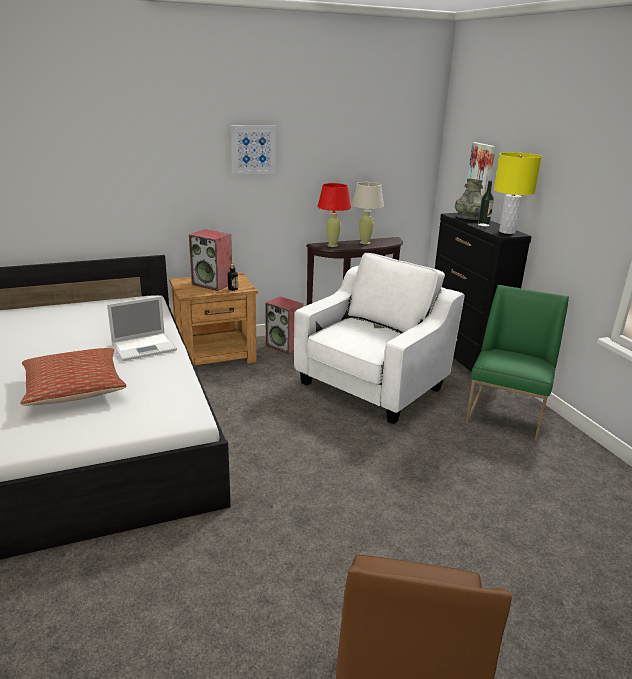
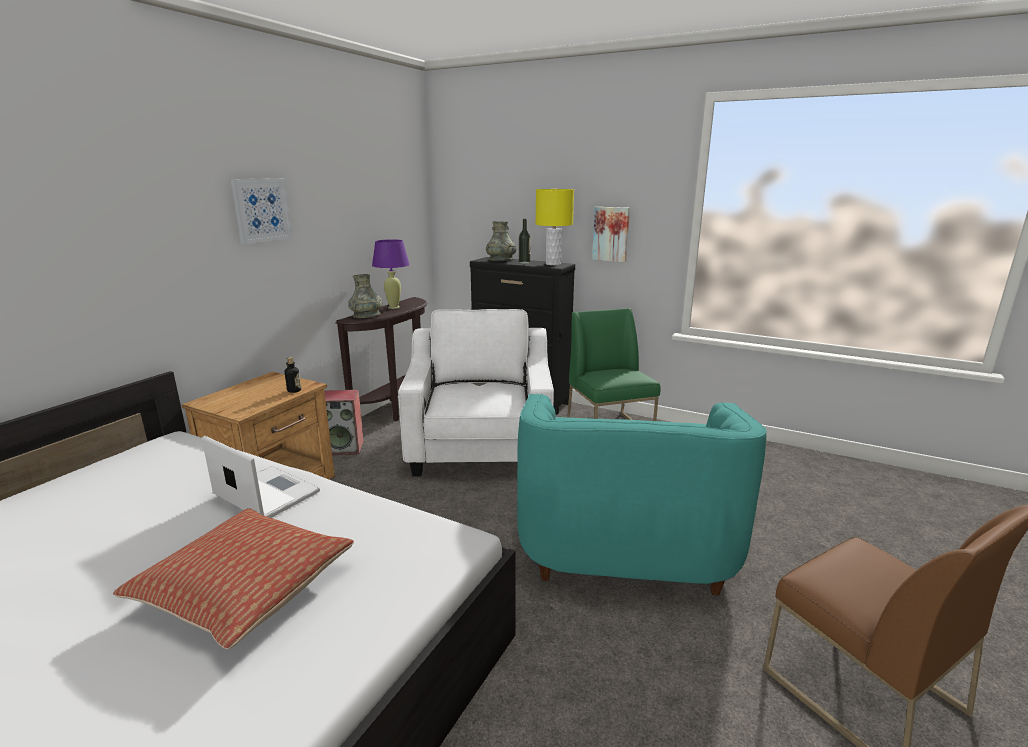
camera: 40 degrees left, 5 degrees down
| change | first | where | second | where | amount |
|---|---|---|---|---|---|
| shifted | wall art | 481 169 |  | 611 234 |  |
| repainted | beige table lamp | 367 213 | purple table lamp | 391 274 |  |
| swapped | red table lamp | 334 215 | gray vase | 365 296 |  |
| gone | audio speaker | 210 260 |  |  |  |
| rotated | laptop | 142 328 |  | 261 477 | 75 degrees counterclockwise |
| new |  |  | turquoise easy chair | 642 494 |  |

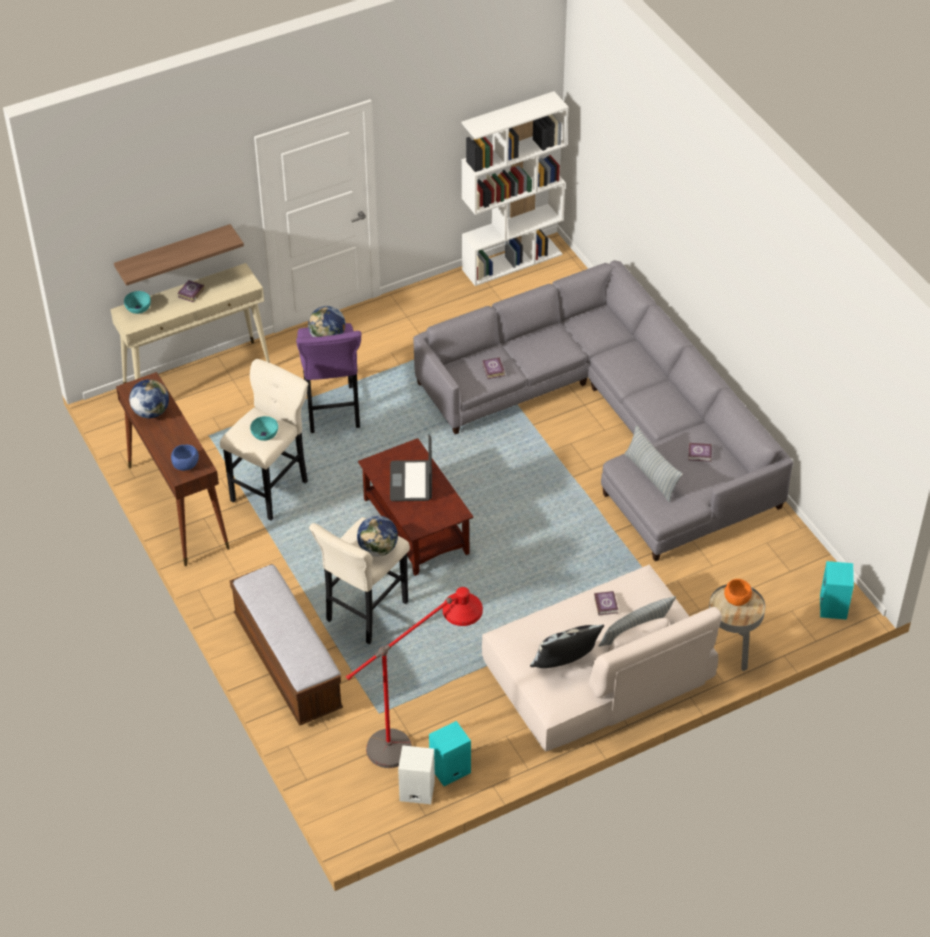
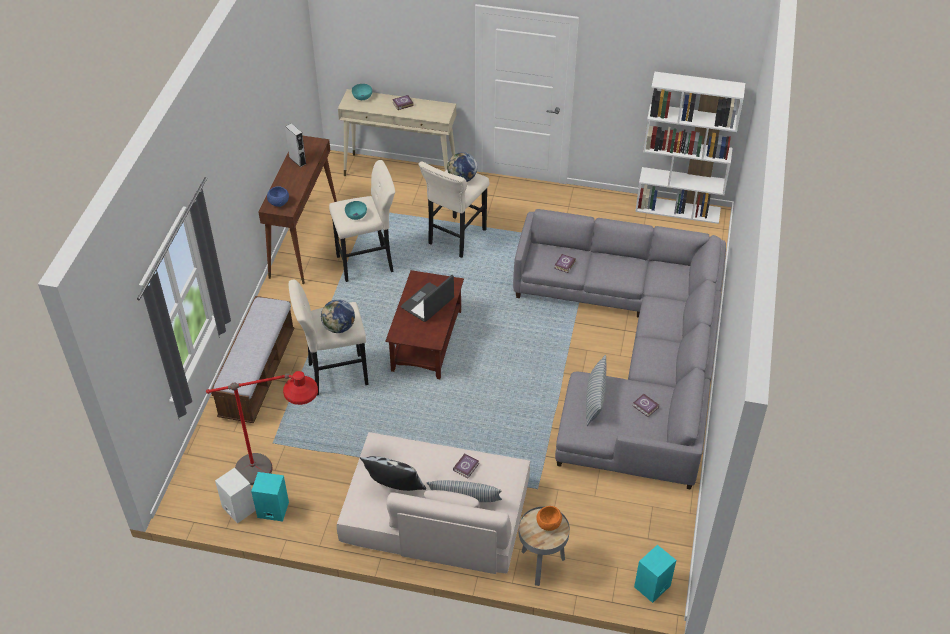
camera: 40 degrees right, 0 degrees up
| change | first | where | second | where | amount |
|---|---|---|---|---|---|
| gone | bracket shelf | 179 255 |  |  |  |
| repainted | purple stool | 328 378 | beige stool | 453 209 |  |
| swapped | globe | 149 398 | gray audio speaker | 295 145 |  |

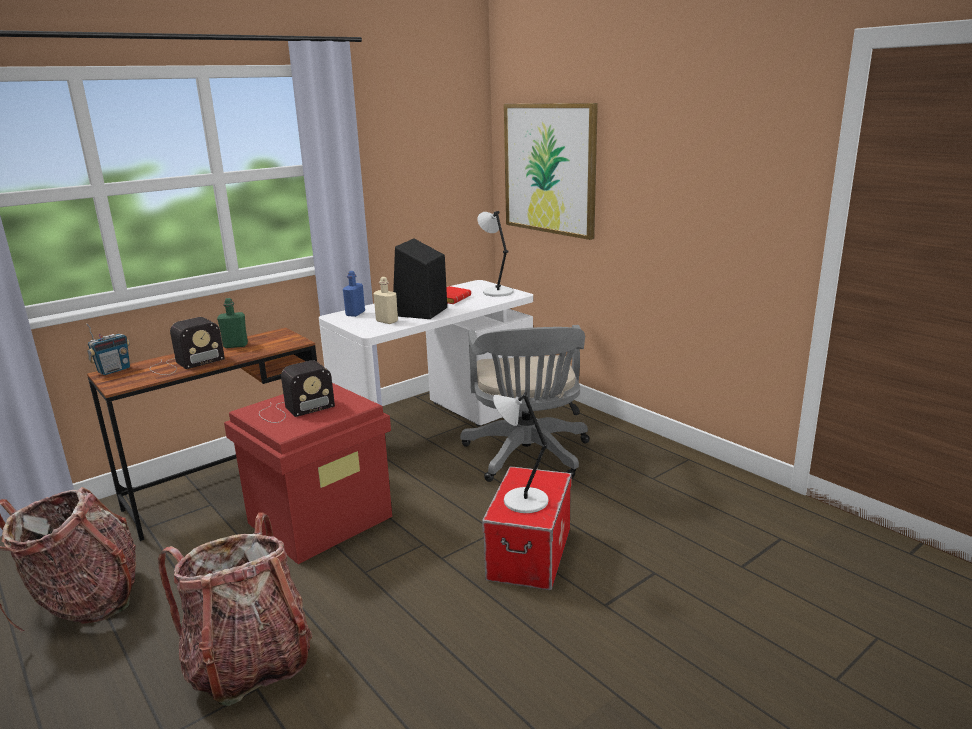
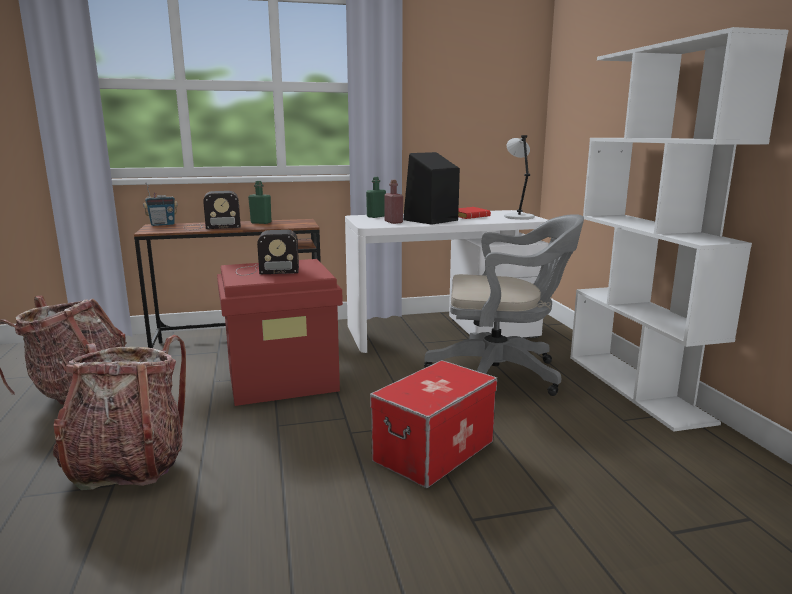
camera: 25 degrees right, 5 degrees down
| change | first | where | second | where | amount |
|---|---|---|---|---|---|
| gone | wall art | 551 171 |  |  |  |
| repainted | blue-coloured drink bottle | 354 294 | green-coloured drink bottle | 376 197 |  |
| repainted | beige drink bottle | 385 300 | red drink bottle | 393 202 |  |
| rotated | gray computer chair | 525 403 |  | 504 305 | 105 degrees counterclockwise |
| gone | gray table lamp | 520 452 |  |  |  |
| new |  |  | whitish shelving unit | 679 229 |  |

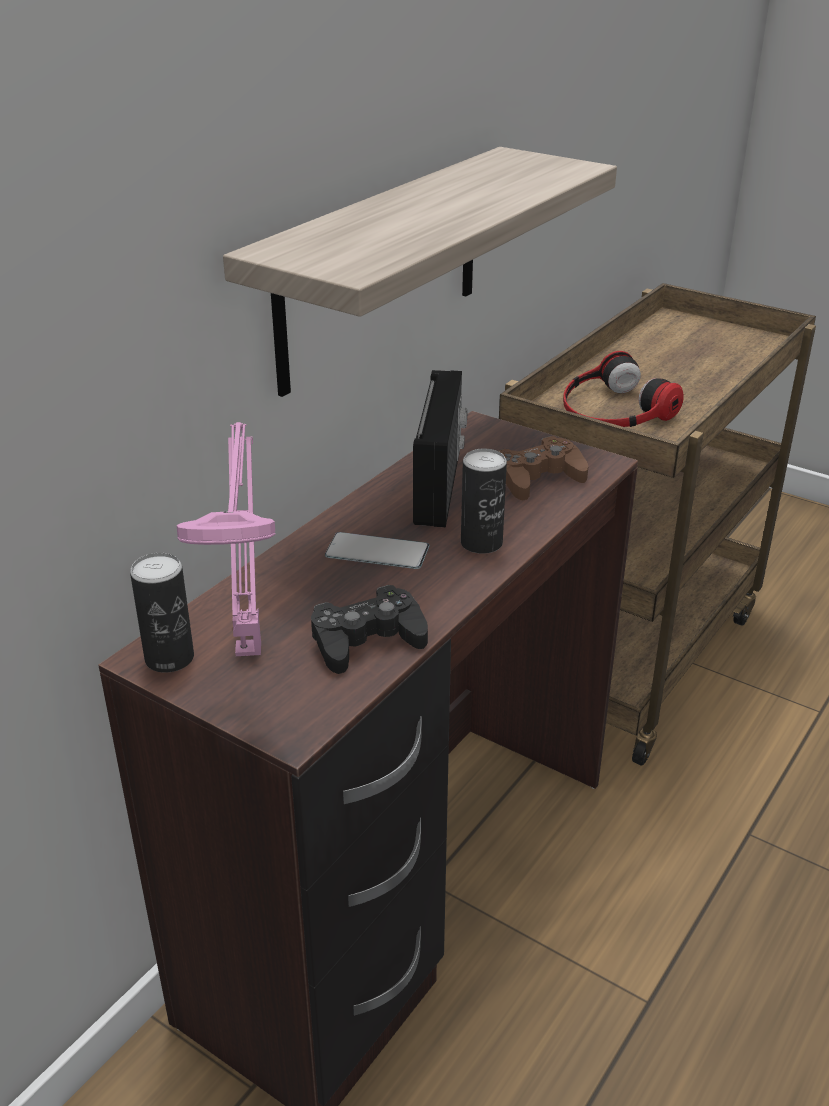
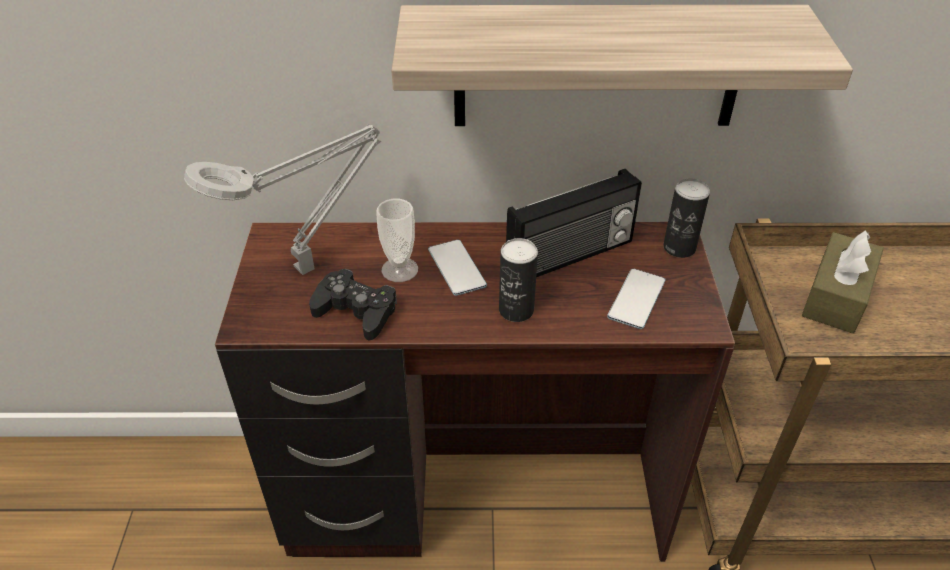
camera: 55 degrees right, 10 degrees up
| change | first | where | second | where | amount |
|---|---|---|---|---|---|
| swapped | headset | 623 389 | brown box of tissues | 843 282 |  |
| repainted | pinkish table lamp | 226 539 | gray table lamp | 282 199 |  |
| swapped | brown joypad | 542 468 | telephone | 636 299 |  |
| shifted | metal can | 162 613 |  | 686 218 |  |
| new |  |  | cup | 397 240 |  |

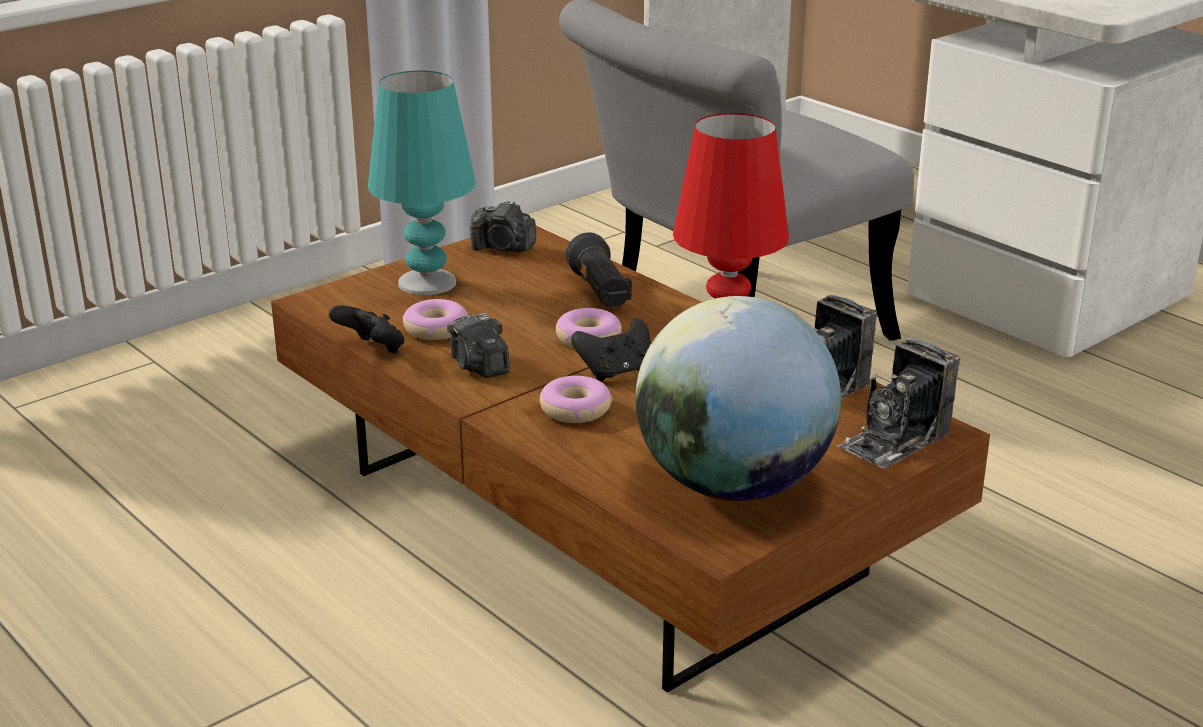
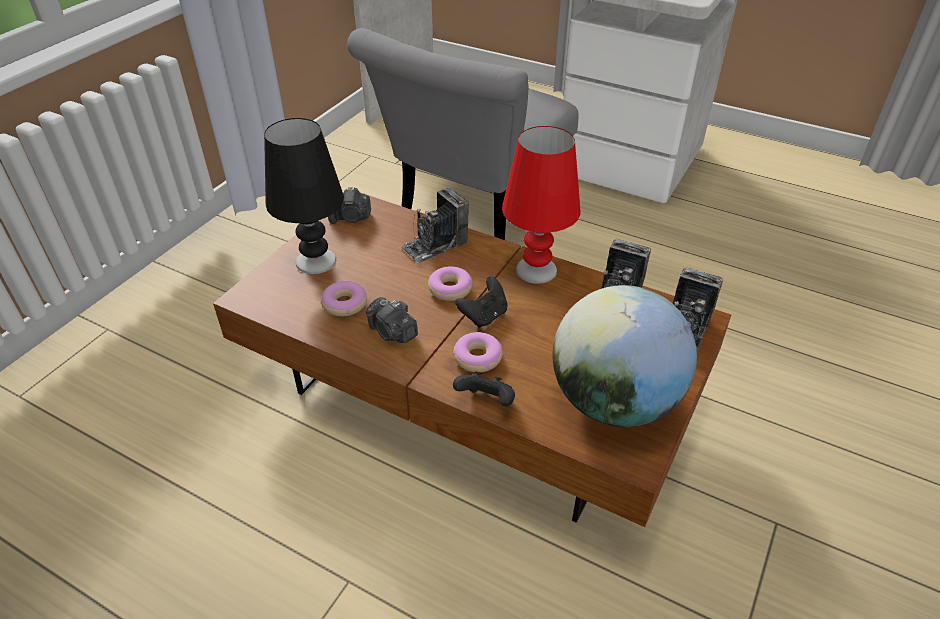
camera: 20 degrees left, 15 degrees up
| change | first | where | second | where | amount |
|---|---|---|---|---|---|
| repainted | turquoise table lamp | 422 183 | blackish table lamp | 304 196 |  |
| swapped | blackish hand torch | 599 270 | photo camera | 434 225 |  |
| shifted | blackish joypad | 366 329 |  | 484 388 |  |

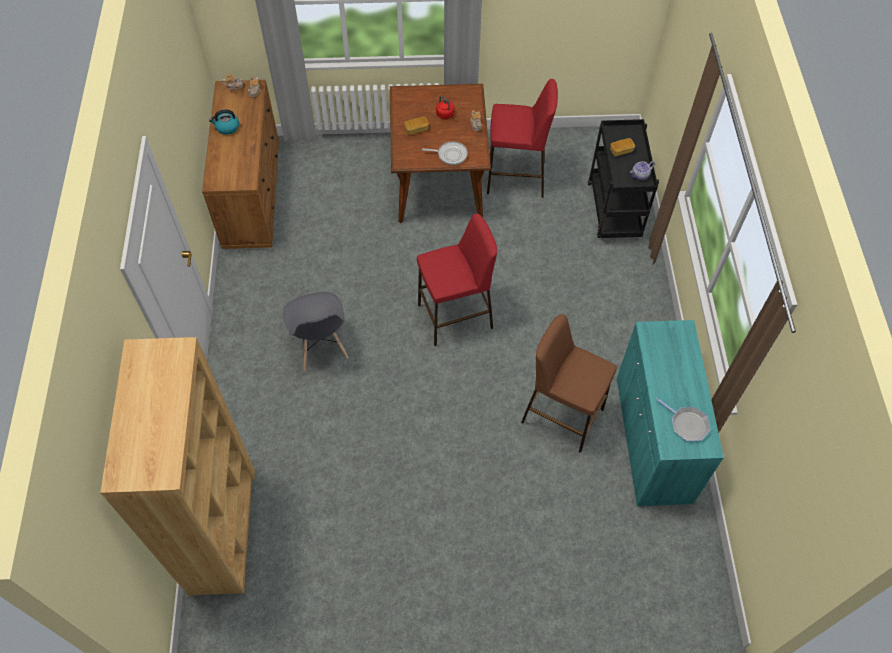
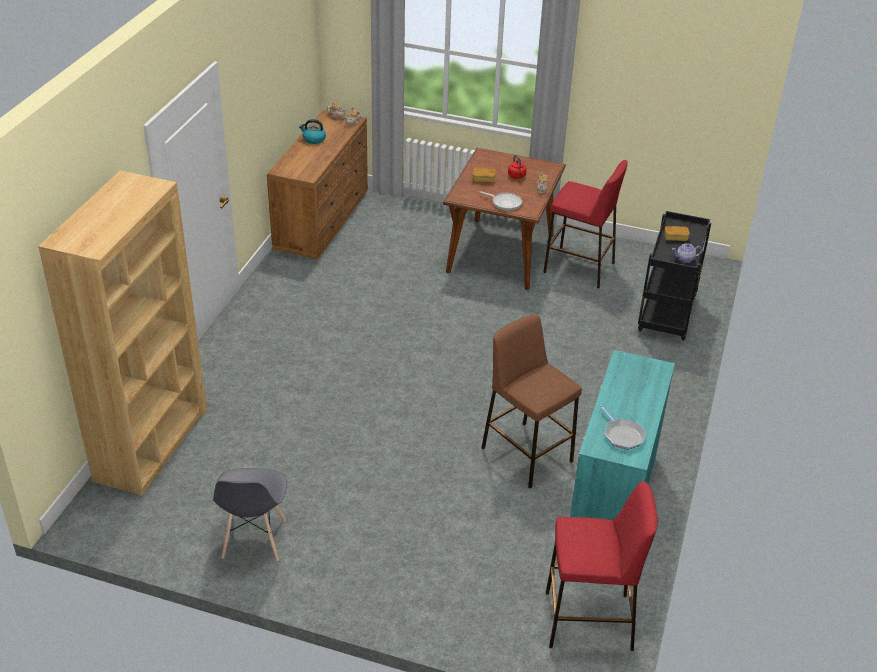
camera: 20 degrees right, 20 degrees down
| change | first | where | second | where | amount |
|---|---|---|---|---|---|
| shifted | red stool | 457 280 |  | 602 566 |  |
| shifted | gray upright chair | 316 331 |  | 250 514 |  |

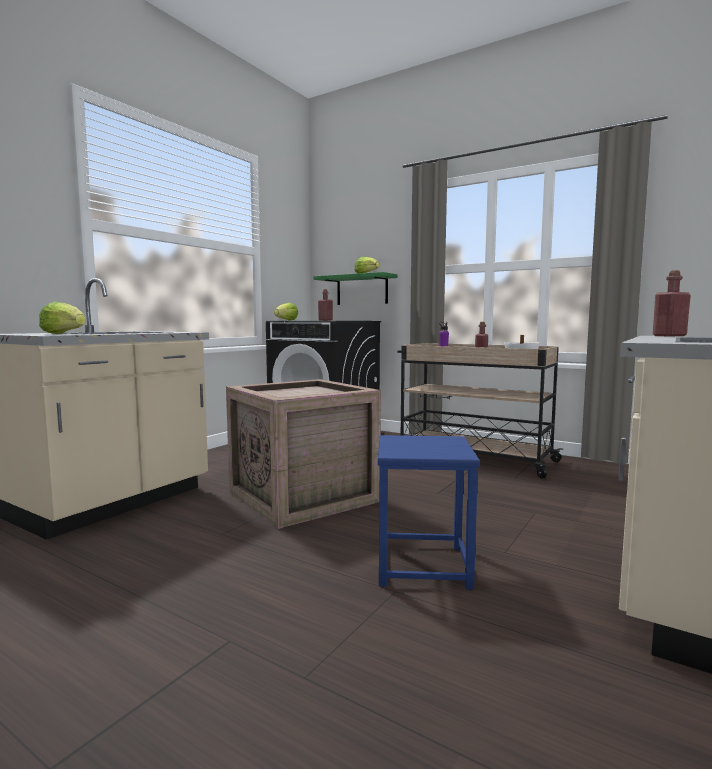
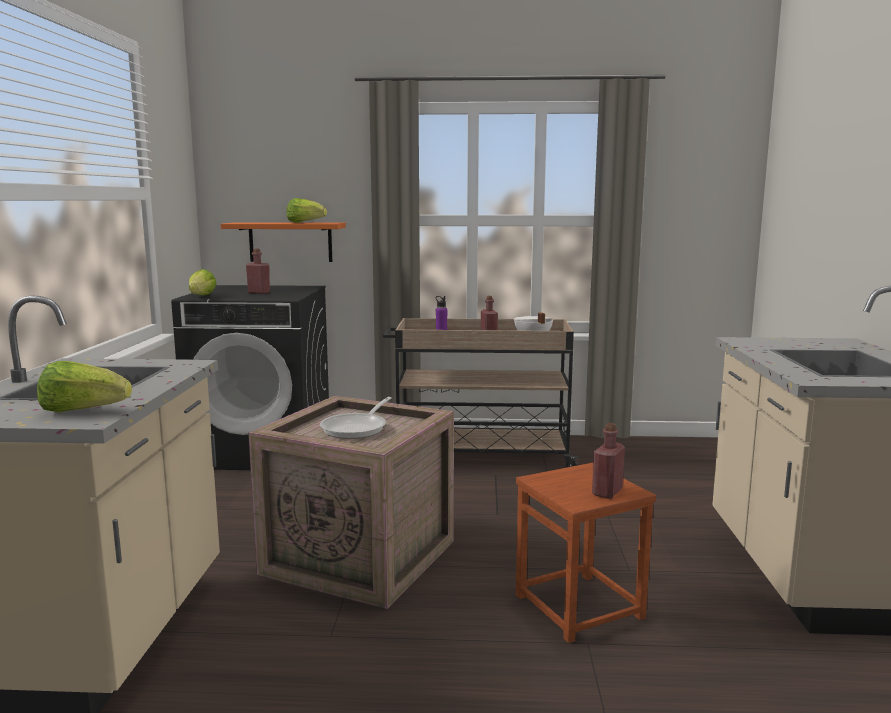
camera: 30 degrees left, 5 degrees up
| change | first | where | second | where | amount |
|---|---|---|---|---|---|
| shifted | red drink bottle | 672 303 |  | 608 461 |  |
| repainted | green-coloured bracket shelf | 355 288 | orange bracket shelf | 283 242 |  |
| repainted | blue-coloured stool | 429 512 | brown stool | 586 553 |  |
| new |  |  | pan | 356 418 |  |

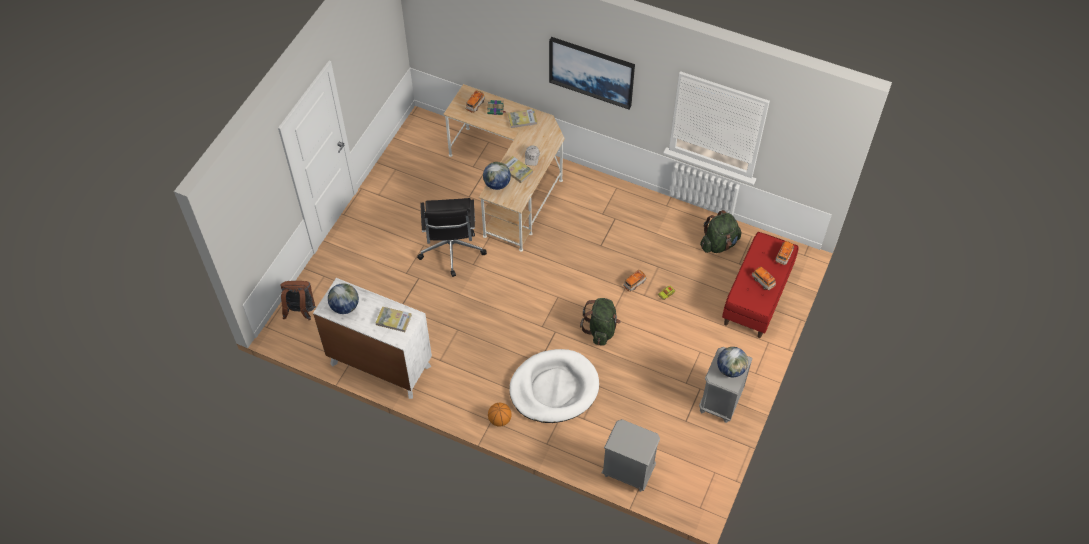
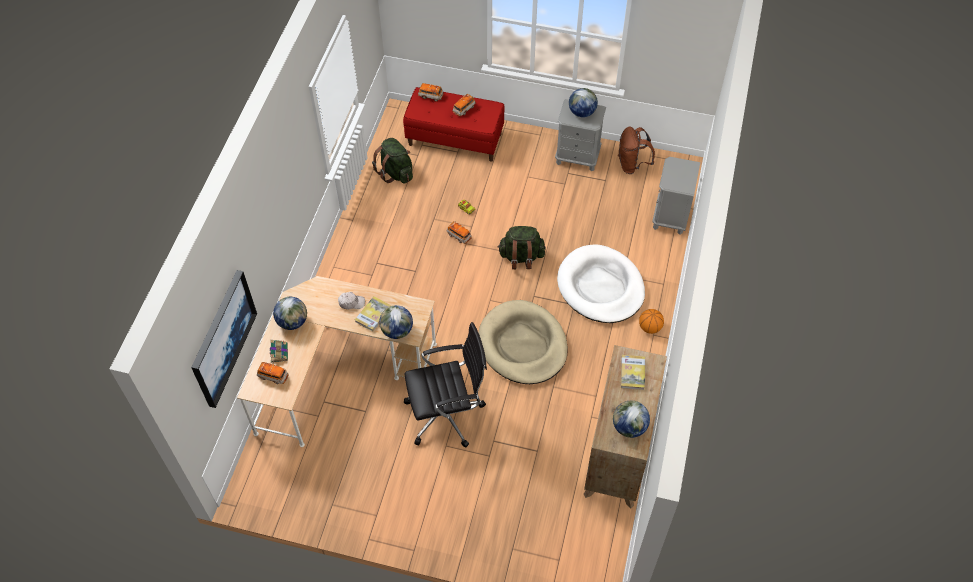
camera: 100 degrees left, 0 degrees up
| change | first | where | second | where | amount |
|---|---|---|---|---|---|
| shifted | wall art | 592 73 |  | 224 339 |  |
| swapped | bound book | 522 118 | globe | 290 313 |  |
| repainted | whitish dresser | 372 338 | brown dresser | 625 426 |  |
| shifted | brown rucksack | 298 300 |  | 636 150 |  |
| new |  |  | beige dog cushion | 523 342 |  |

